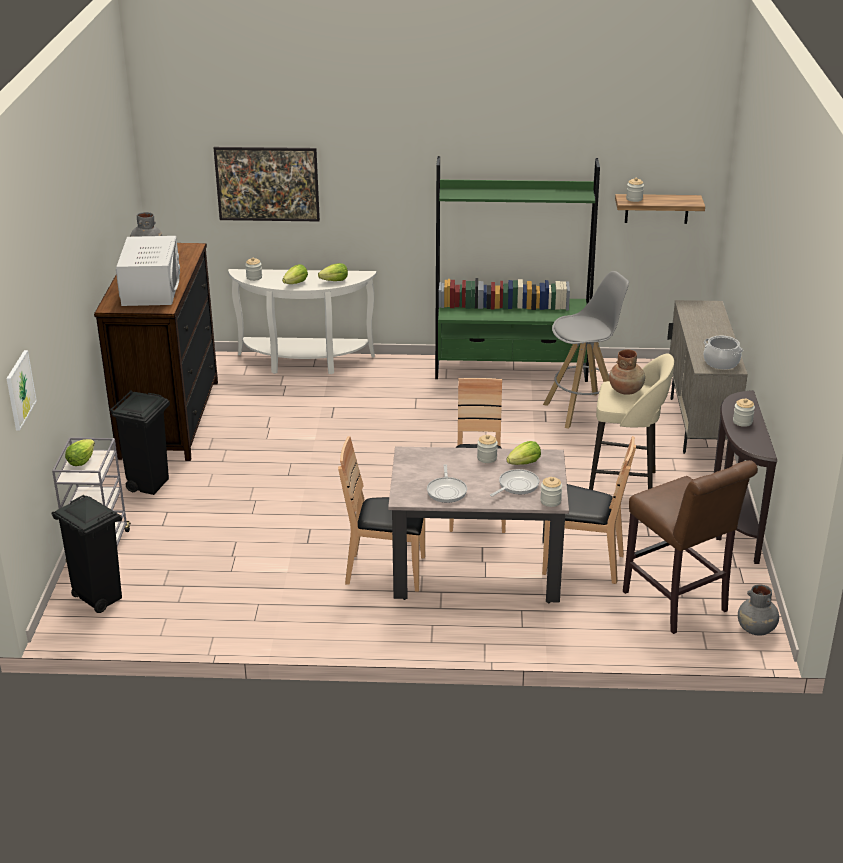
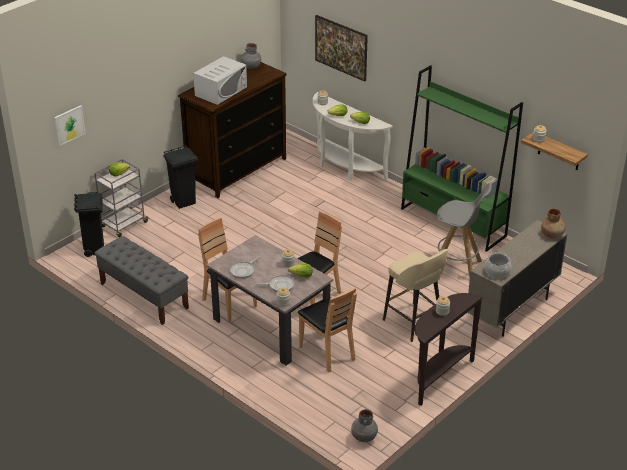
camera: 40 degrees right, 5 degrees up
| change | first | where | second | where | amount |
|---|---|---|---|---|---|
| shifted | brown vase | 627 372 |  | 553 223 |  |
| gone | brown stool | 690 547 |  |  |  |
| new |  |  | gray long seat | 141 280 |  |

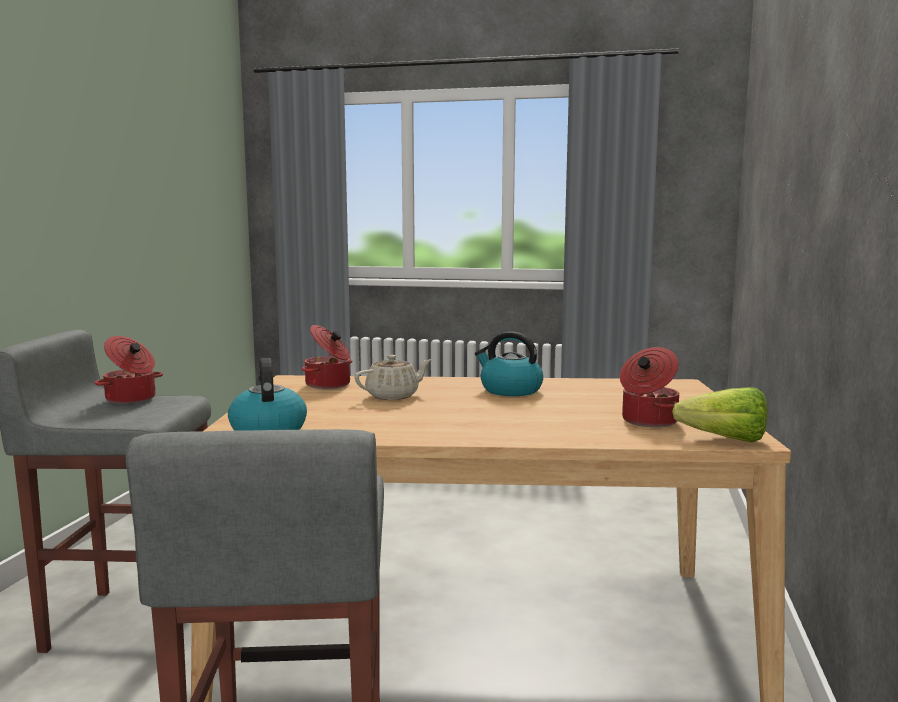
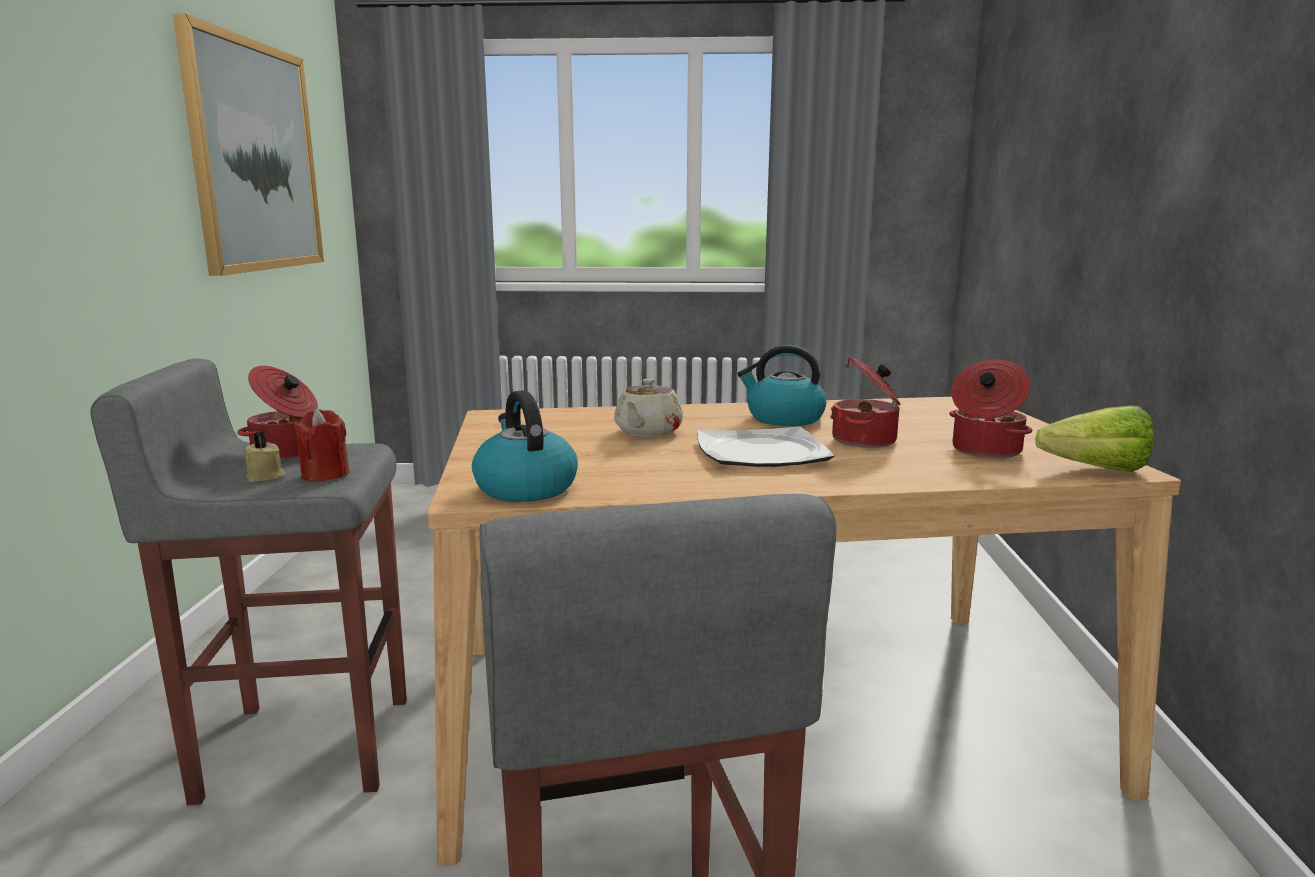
camera: 10 degrees left, 5 degrees up
| change | first | where | second | where | amount |
|---|---|---|---|---|---|
| shifted | saucepot | 327 357 |  | 865 402 |  |
| rotated | beige pot for tea | 393 377 |  | 648 408 | 150 degrees clockwise |
| new |  |  | wall art | 248 144 |  |
| new |  |  | red wax light | 322 445 |  |
| new |  |  | flat dish | 766 447 |  |
| new |  |  | beige wax light | 264 457 |  |

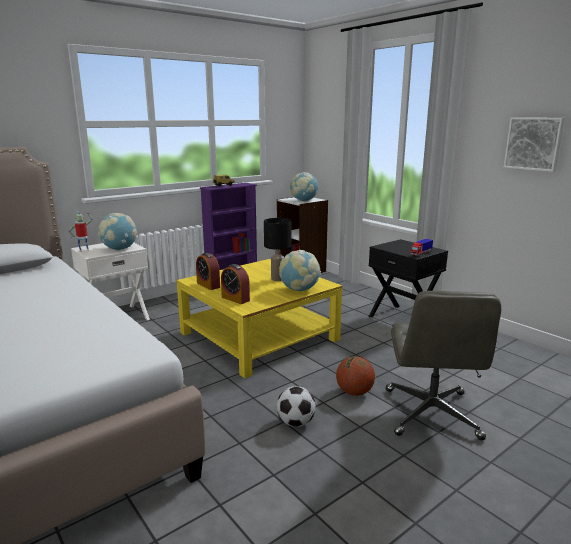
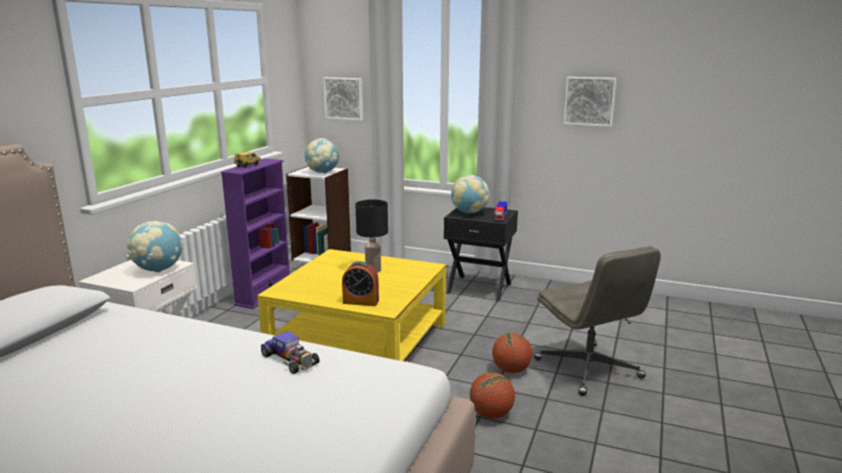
camera: 30 degrees left, 0 degrees up
| change | first | where | second | where | amount |
|---|---|---|---|---|---|
| gone | robot figure | 80 231 |  |  |  |
| shifted | globe | 300 270 |  | 470 194 |  |
| gone | alarm clock | 208 271 |  |  |  |
| swapped | ball for football | 296 406 | basketball ball | 492 395 |  |
| new |  |  | wall art | 343 98 |  |
| new |  |  | toy car | 290 352 |  |

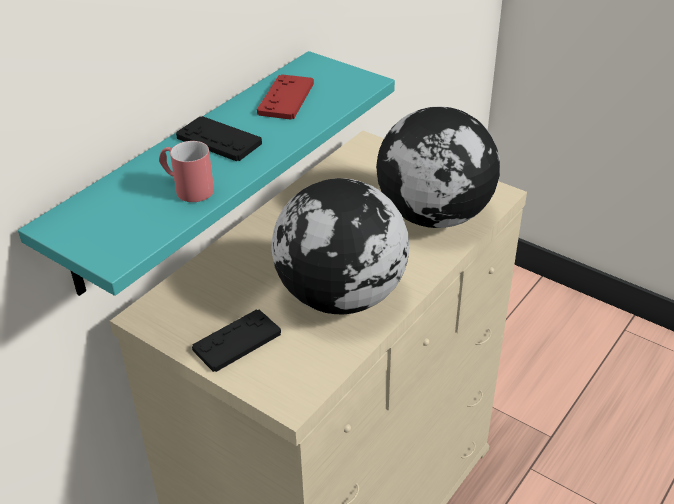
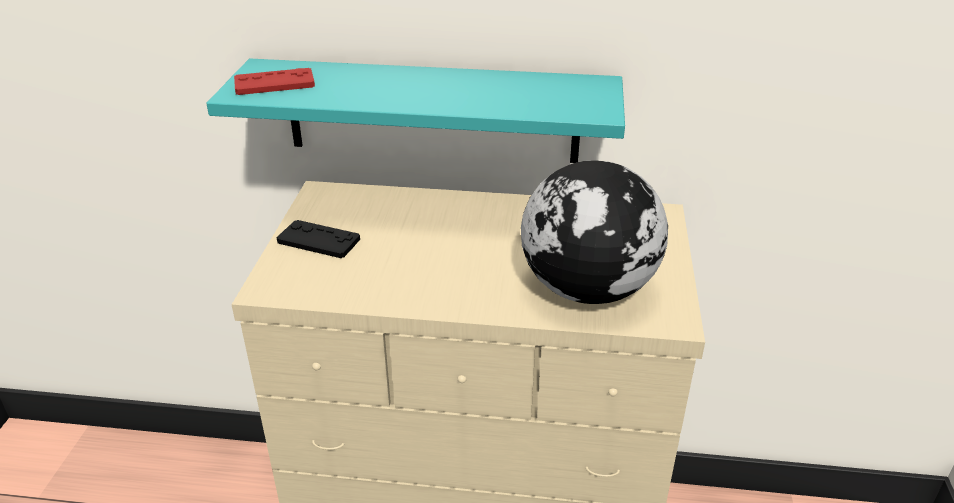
camera: 60 degrees right, 5 degrees down
| change | first | where | second | where | amount |
|---|---|---|---|---|---|
| shifted | red joypad | 285 97 |  | 274 81 |  |
| gone | blackish joypad | 219 138 |  |  |  |
| gone | red coffee mug | 186 171 |  |  |  |
| gone | globe | 340 246 |  |  |  |

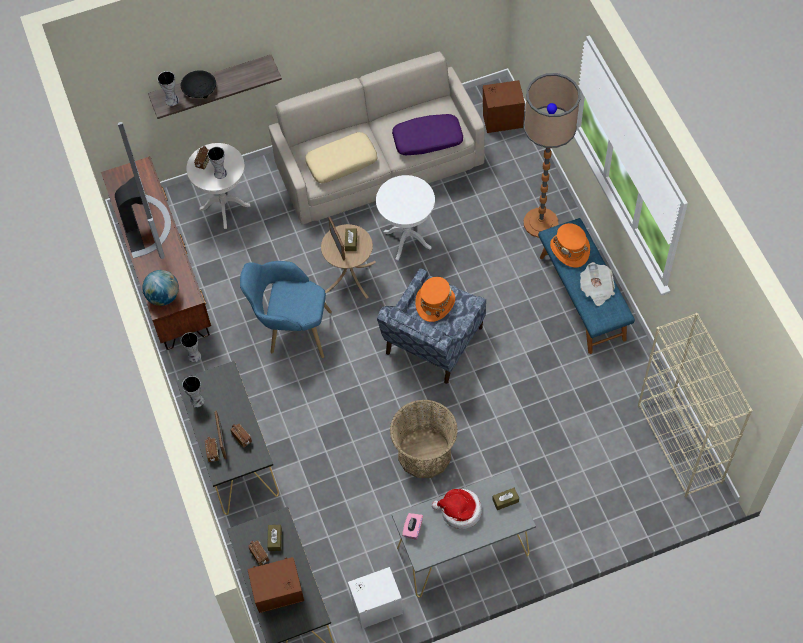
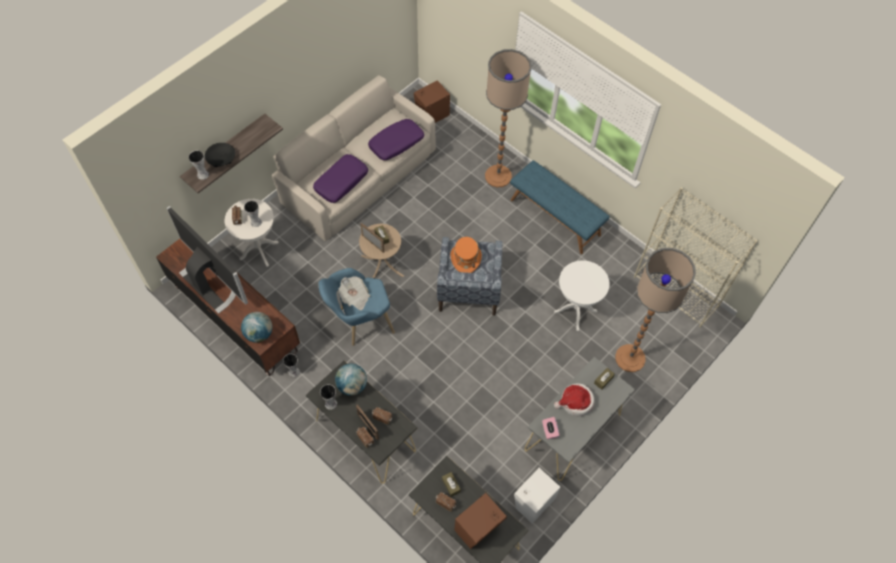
camera: 30 degrees left, 0 degrees up
| change | first | where | second | where | amount |
|---|---|---|---|---|---|
| repainted | beige pillow | 341 157 | purple pillow | 340 178 |  |
| shifted | whitish end table | 405 218 |  | 582 295 |  |
| gone | orange hat | 570 245 |  |  |  |
| shifted | newspaper | 597 284 |  | 354 293 |  |
| gone | basket | 424 439 |  |  |  |
| new |  |  | standard lamp | 655 310 |  |
| new |  |  | globe | 351 380 |  |

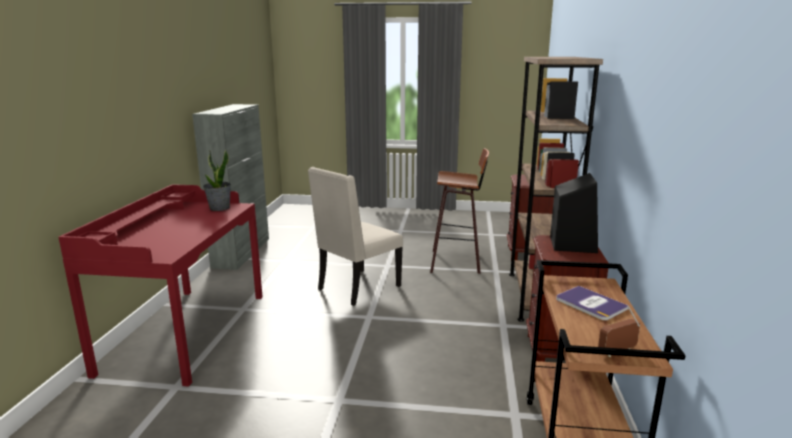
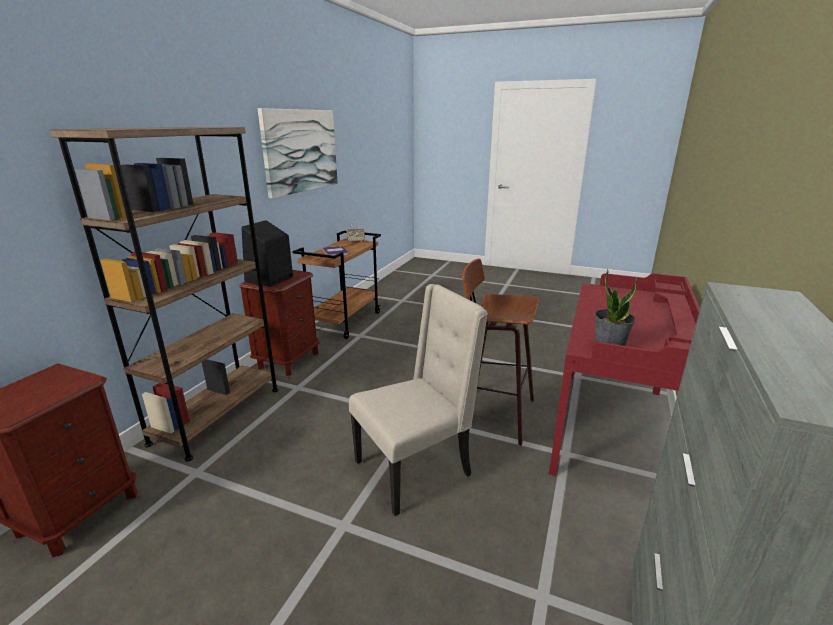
camera: 165 degrees left, 5 degrees up
| change | first | where | second | where | amount |
|---|---|---|---|---|---|
| shifted | stool | 459 211 |  | 500 352 |  |
| new |  |  | wall art | 297 153 |  |

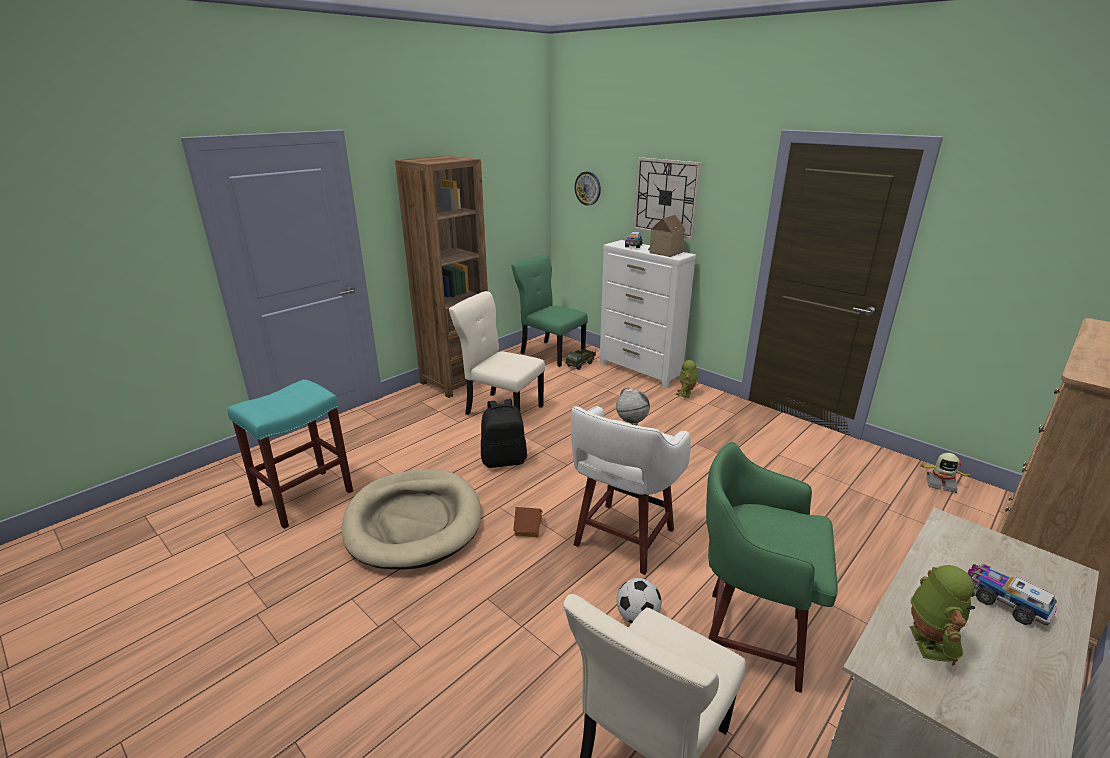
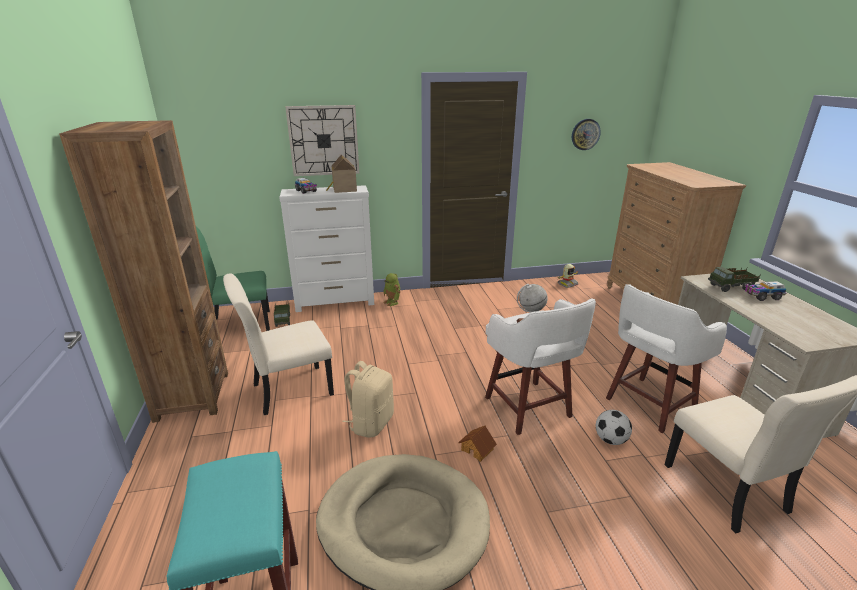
camera: 55 degrees left, 0 degrees up
| change | first | where | second | where | amount |
|---|---|---|---|---|---|
| shifted | hanging clock | 587 188 |  | 586 134 |  |
| repainted | blackish rucksack | 504 433 | beige rucksack | 368 399 |  |
| repainted | green-coloured stool | 772 567 | whitish stool | 666 358 |  |
| gone | robot figure | 942 615 |  |  |  |
| new |  |  | toy truck | 734 279 |  |

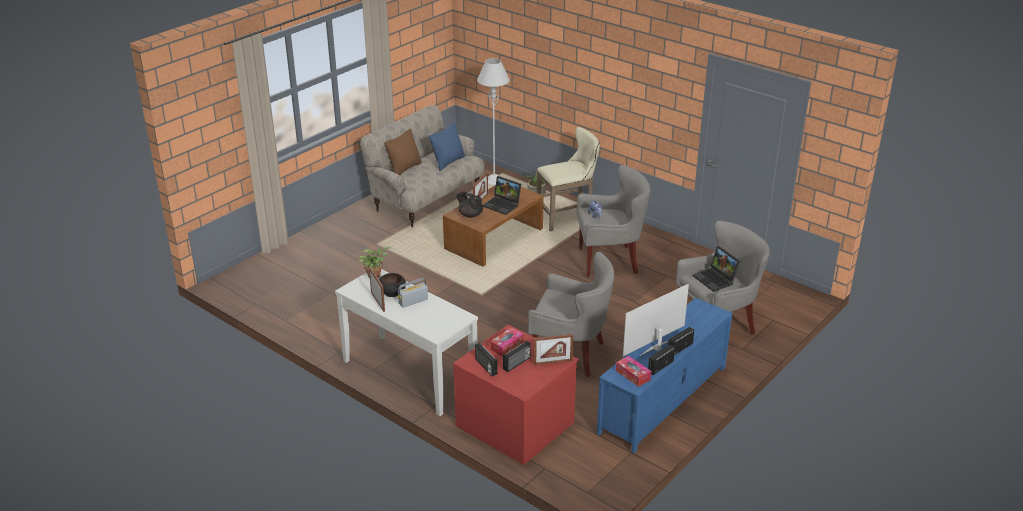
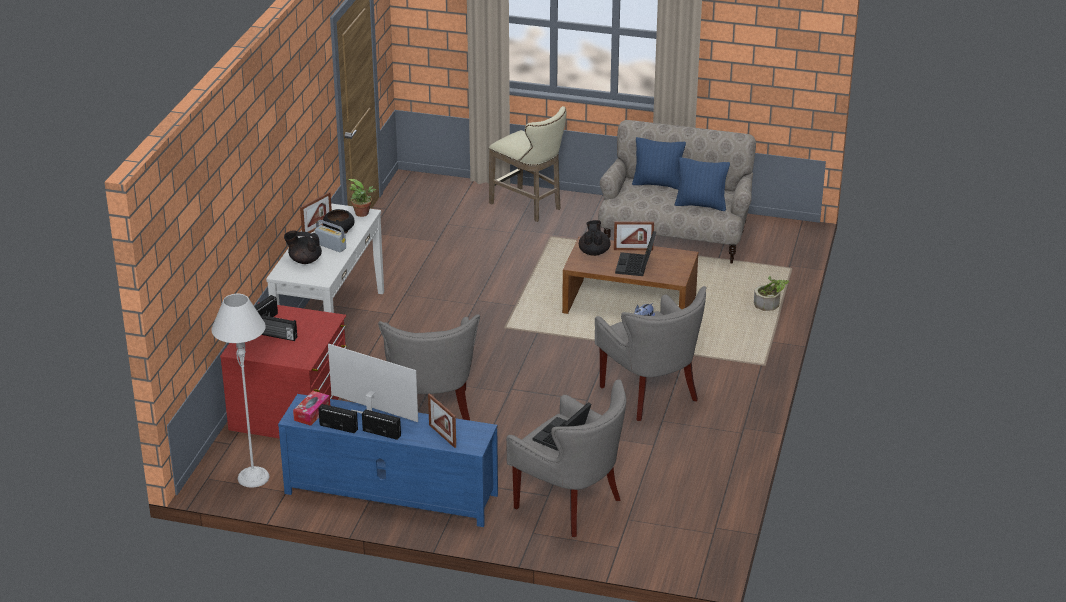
camera: 65 degrees right, 0 degrees up
| change | first | where | second | where | amount |
|---|---|---|---|---|---|
| shifted | gray standard lamp | 493 121 |  | 241 391 |  |
| shifted | beige stool | 568 179 |  | 527 164 |  |
| repainted | brown pillow | 403 152 | blue-coloured pillow | 659 163 |  |
| gone | box of tissues | 507 342 |  |  |  |
| shifted | standing frame | 553 349 |  | 442 420 |  |
| new |  |  | blackish pot for tea | 303 247 |  |

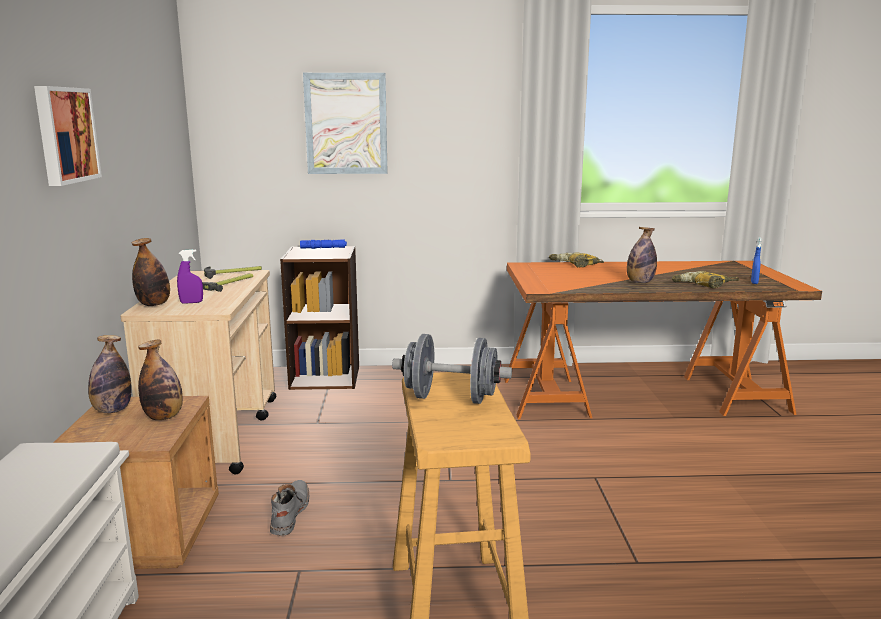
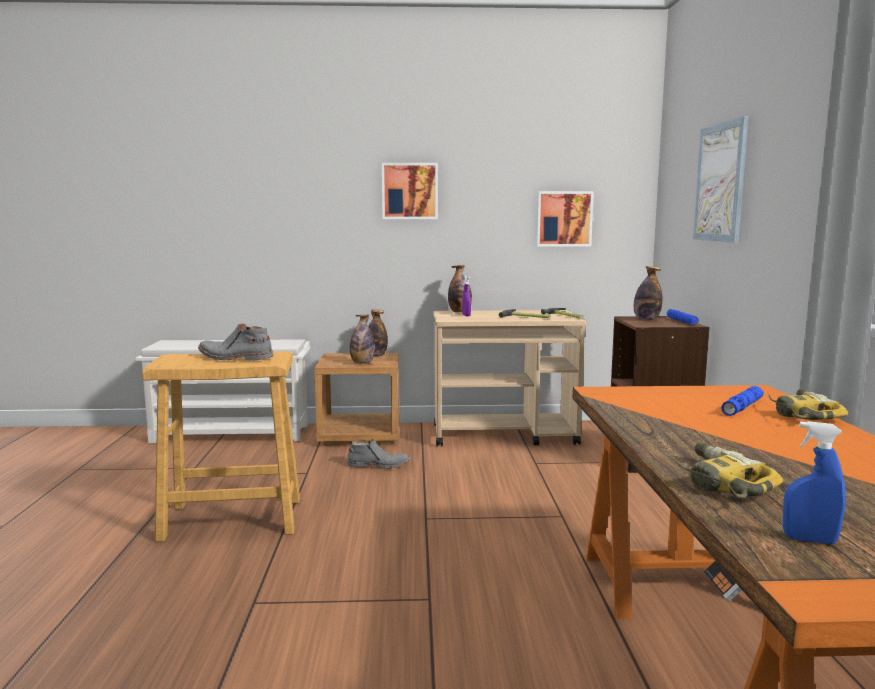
camera: 90 degrees right, 5 degrees down
| change | first | where | second | where | amount |
|---|---|---|---|---|---|
| shifted | drink bottle | 642 255 |  | 648 293 |  |
| swapped | gray hand weight | 452 369 | gray boot | 236 342 |  |
| new |  |  | wall art | 565 218 |  |
| new |  |  | blue-coloured hand torch | 742 401 |  |

